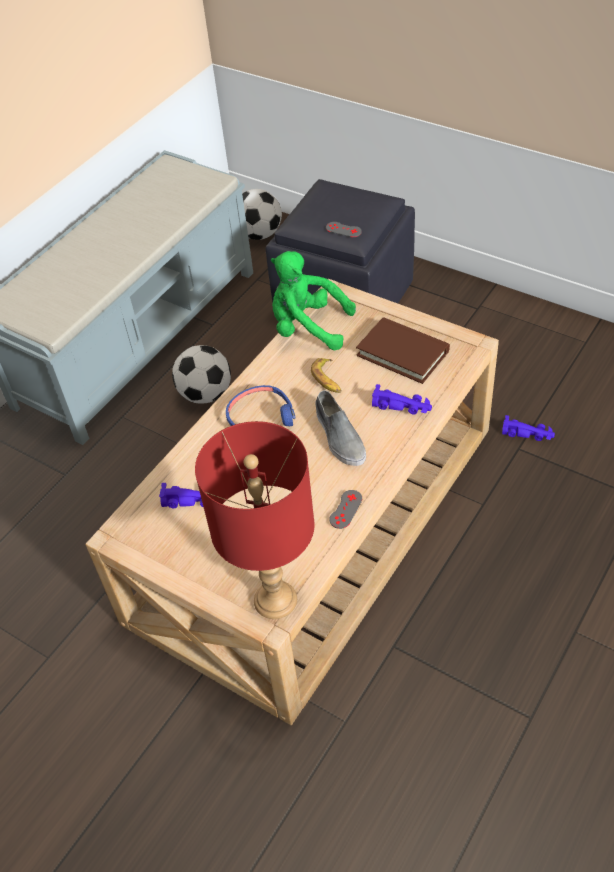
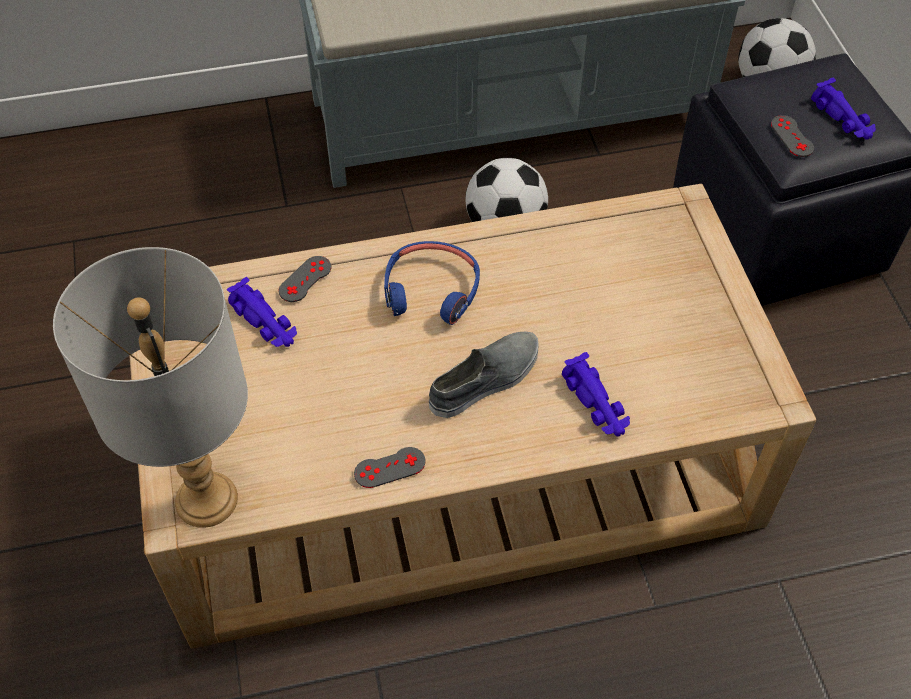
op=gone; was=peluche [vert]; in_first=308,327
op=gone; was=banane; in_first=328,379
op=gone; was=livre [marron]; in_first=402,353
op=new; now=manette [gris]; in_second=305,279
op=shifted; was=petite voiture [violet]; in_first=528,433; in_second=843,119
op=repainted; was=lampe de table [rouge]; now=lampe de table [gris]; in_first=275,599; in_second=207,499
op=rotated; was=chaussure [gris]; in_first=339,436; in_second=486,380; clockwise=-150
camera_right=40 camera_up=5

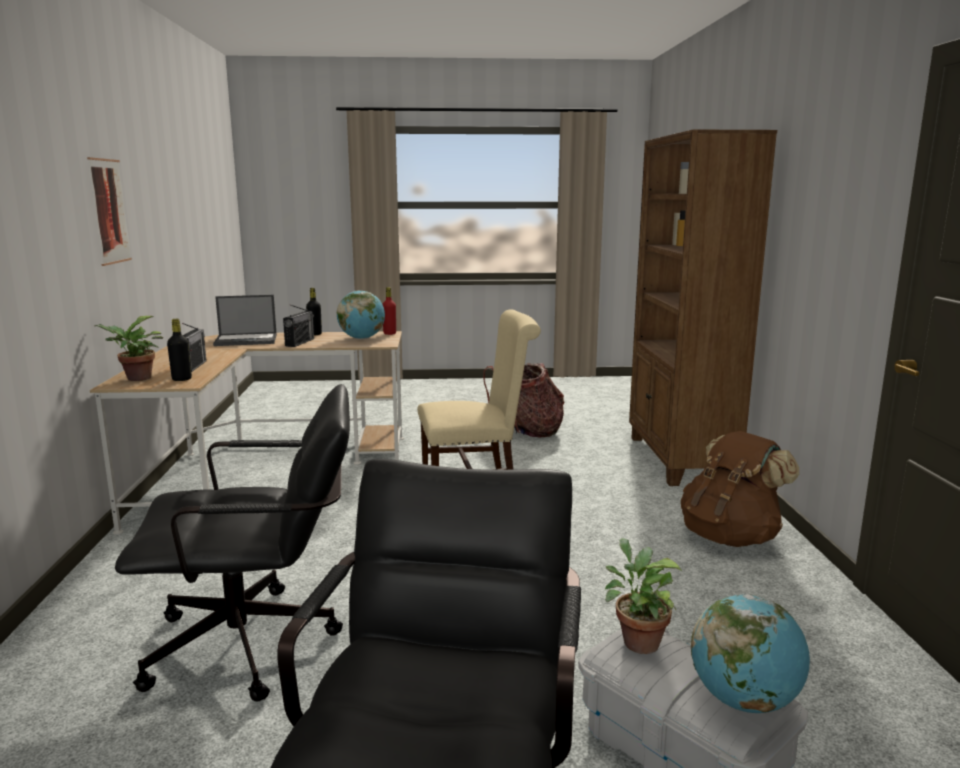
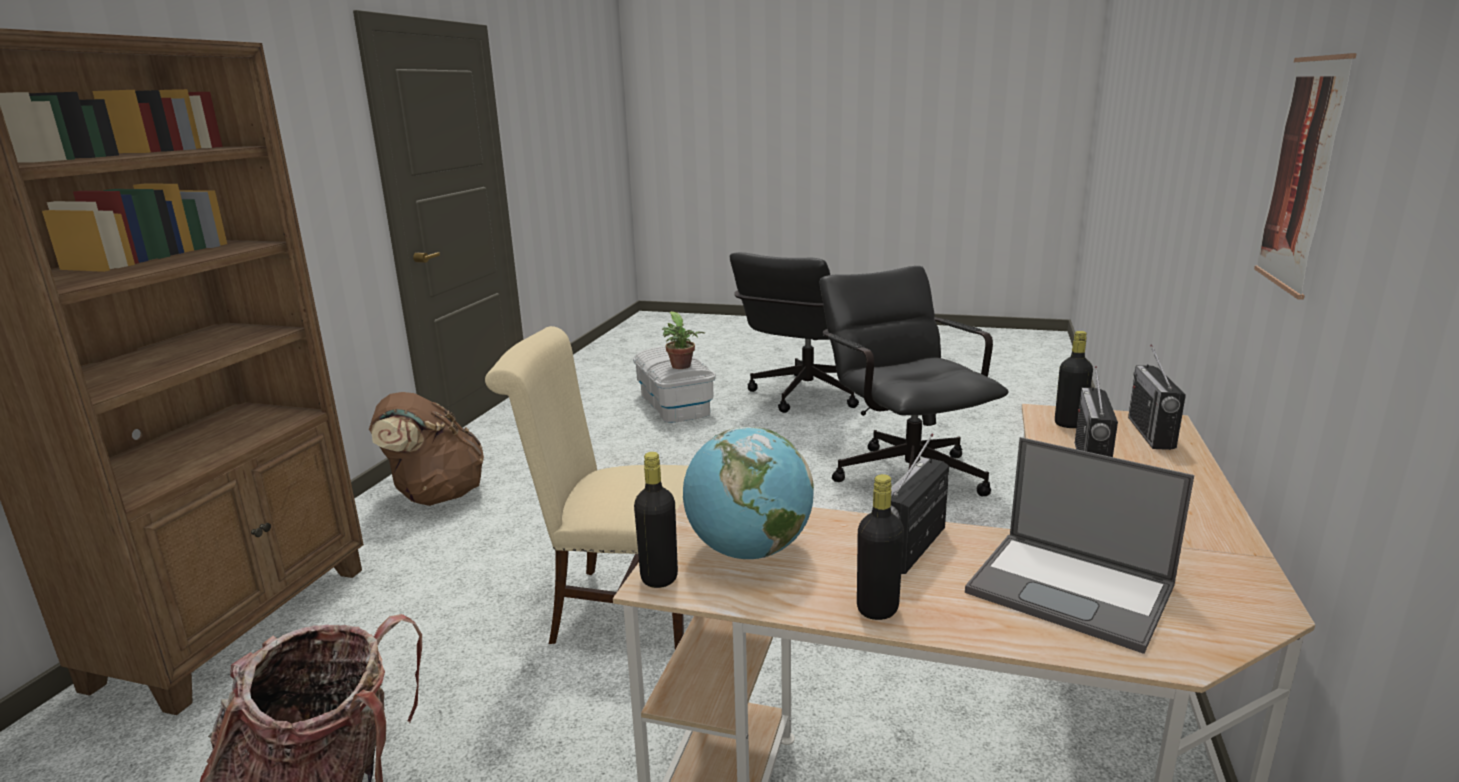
op=gone; was=globe; in_first=744,700
op=swapped; was=plante en pot; now=radio; in_first=136,379; in_second=1150,433
op=repainted; was=bouteille [rouge]; now=bouteille [noir]; in_first=389,333; in_second=659,578
op=rotated; was=chaise de bureau [noir]; in_first=259,643; in_second=903,472; clockwise=60
op=rotated; was=ordinateur portable; in_first=247,340; in_second=1072,589; clockwise=-150
camera_right=-160 camera_up=5

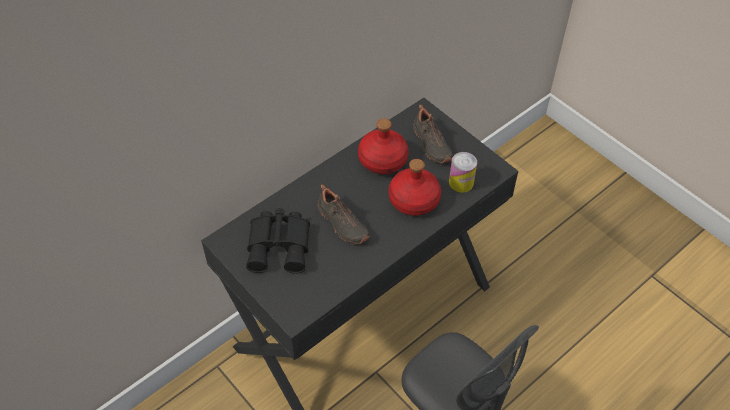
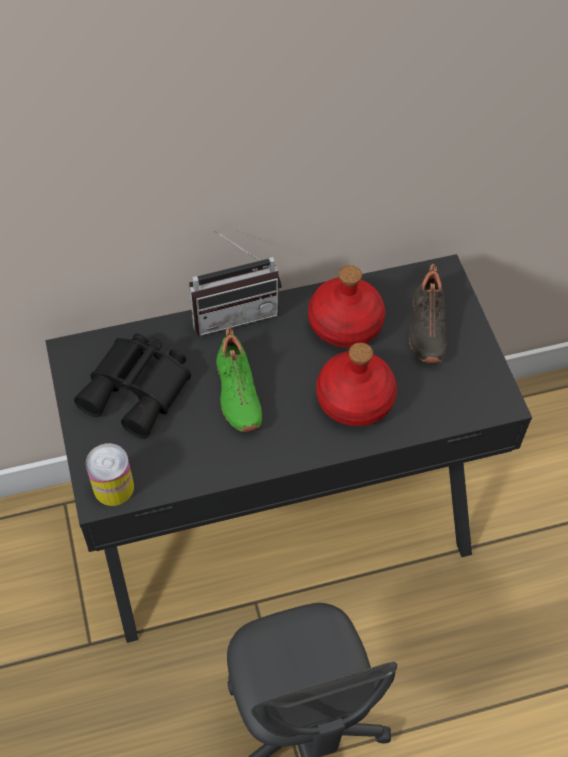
op=new; now=radio; in_second=234,311
op=shifted; was=boîte métallique; in_first=461,183; in_second=113,487
op=repainted; was=chaussure [noir]; now=chaussure [vert]; in_first=341,224; in_second=236,393
camera_right=25 camera_up=5

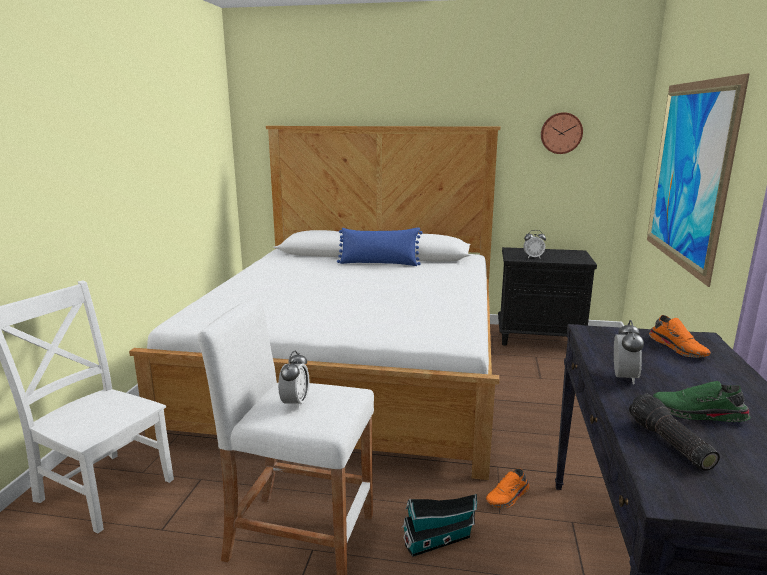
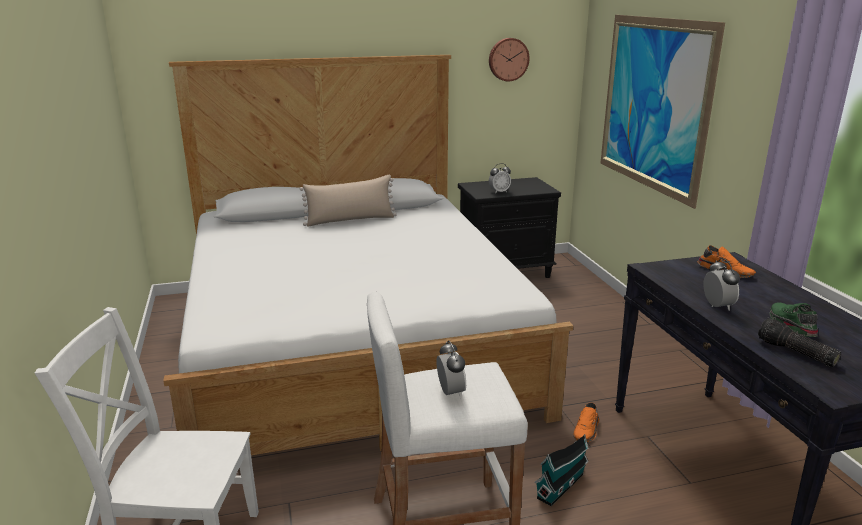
op=repainted; was=coussin [bleu]; now=coussin [beige]; in_first=379,263; in_second=350,220
op=rotated; was=chaussure [vert]; in_first=698,414; in_second=790,325; clockwise=90
camera_right=-25 camera_up=5

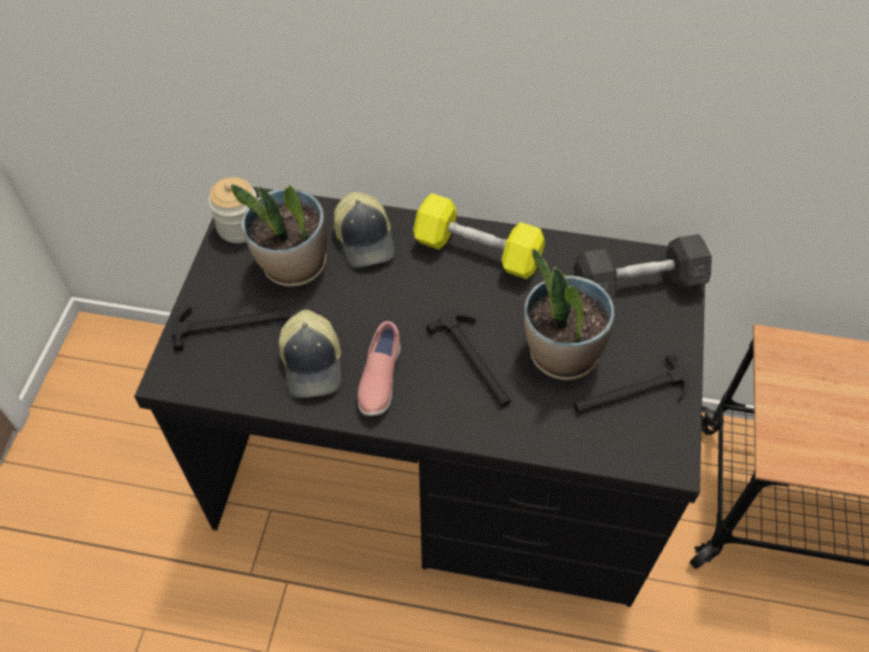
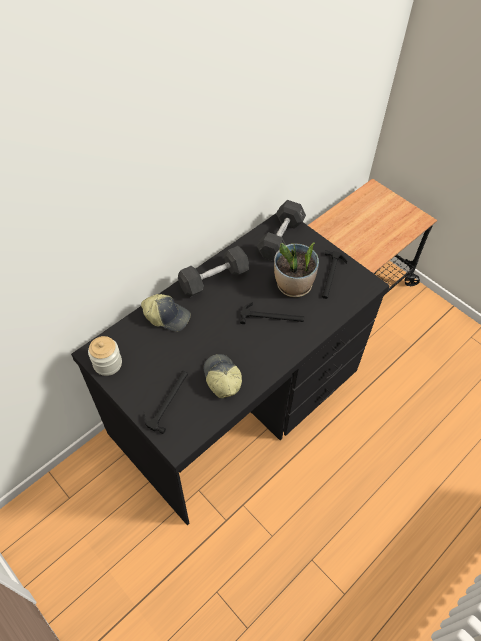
op=gone; was=plante en pot; in_first=293,265
op=gone; was=chaussure [rose]; in_first=379,380
op=repainted; was=haltère [jaune]; now=haltère [gris]; in_first=477,251; in_second=214,279
op=rotated; was=casquette; in_first=313,363; in_second=221,378; clockwise=-135
camera_right=-55 camera_up=0

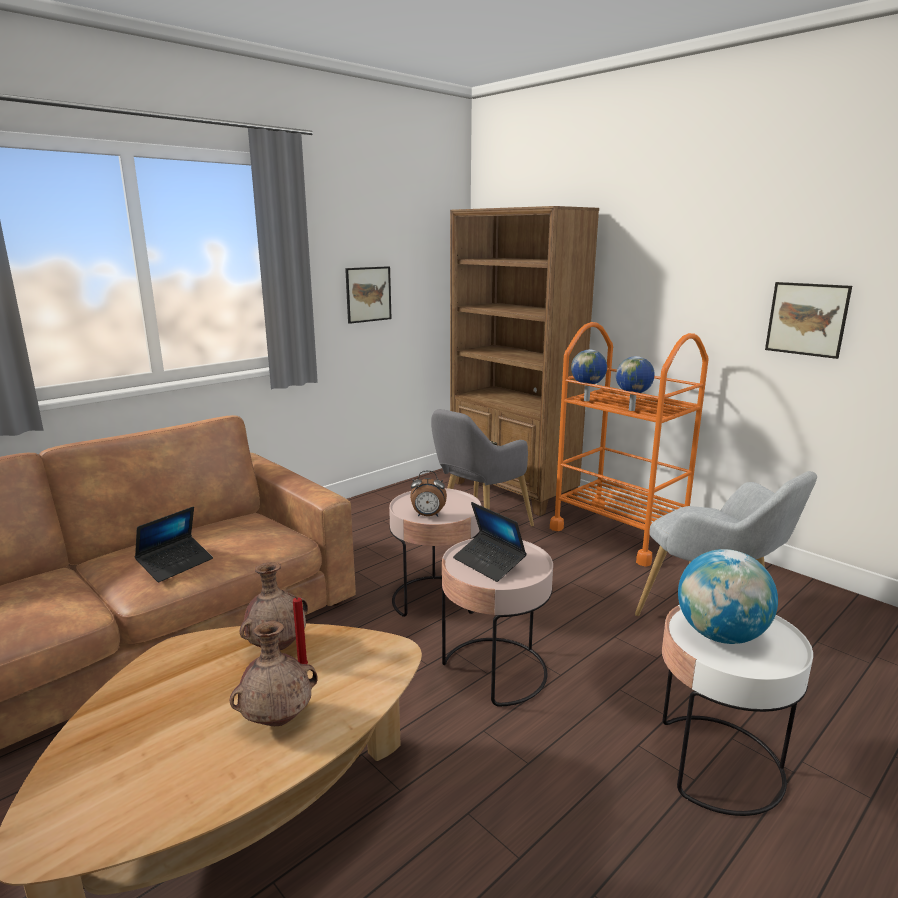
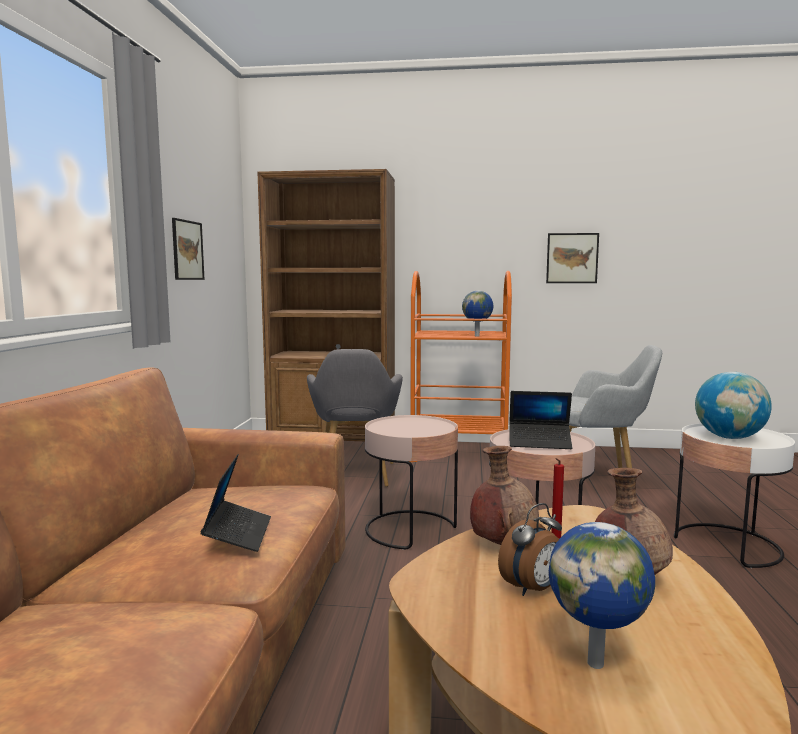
op=shifted; was=réveil; in_first=428,516; in_second=533,589
op=shifted; was=globe; in_first=587,400; in_second=597,663
camera_right=-40 camera_up=-10

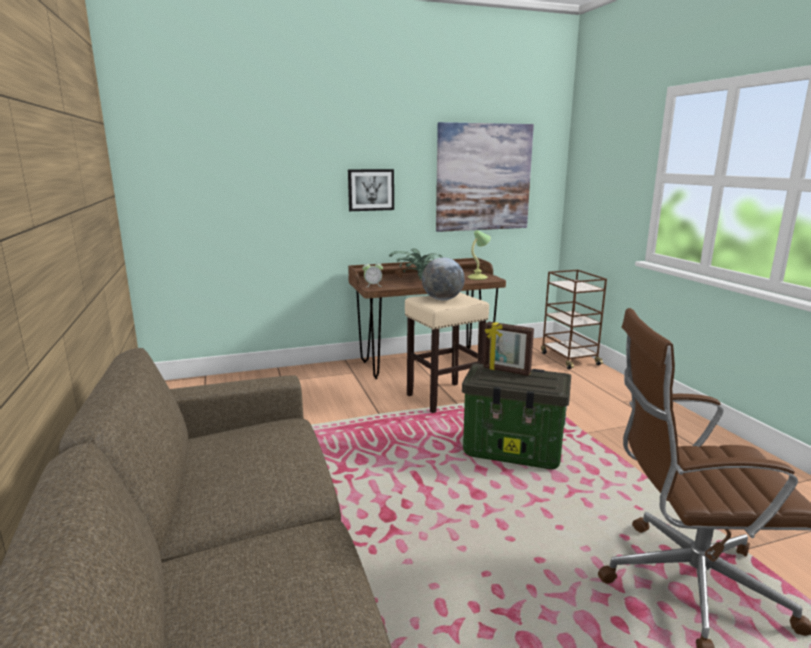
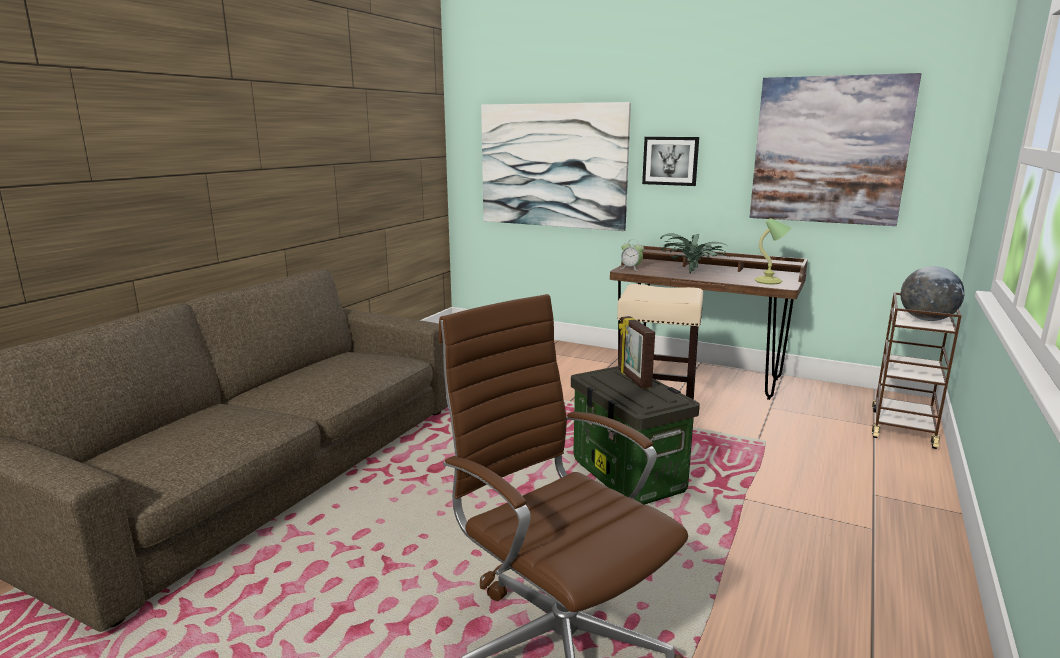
op=new; now=tableau; in_second=552,166
op=shifted; was=globe; in_first=442,299; in_second=926,319
camera_right=45 camera_up=0

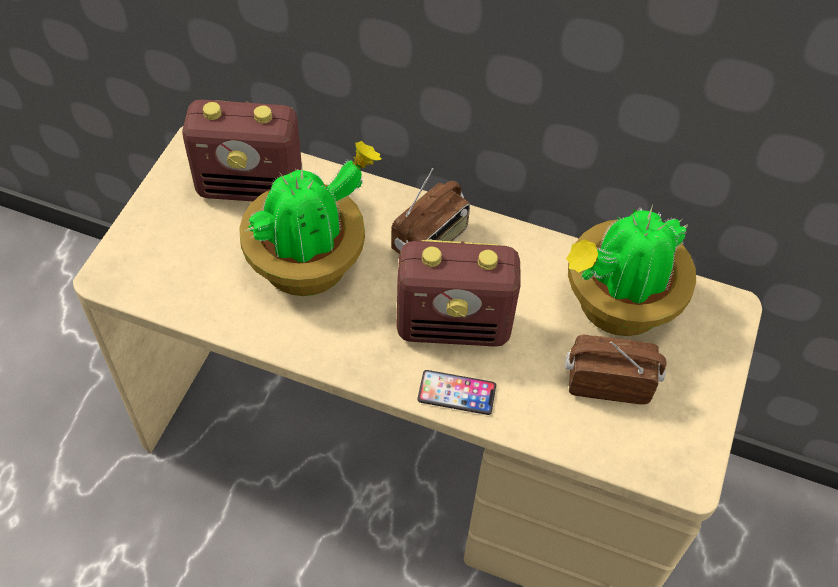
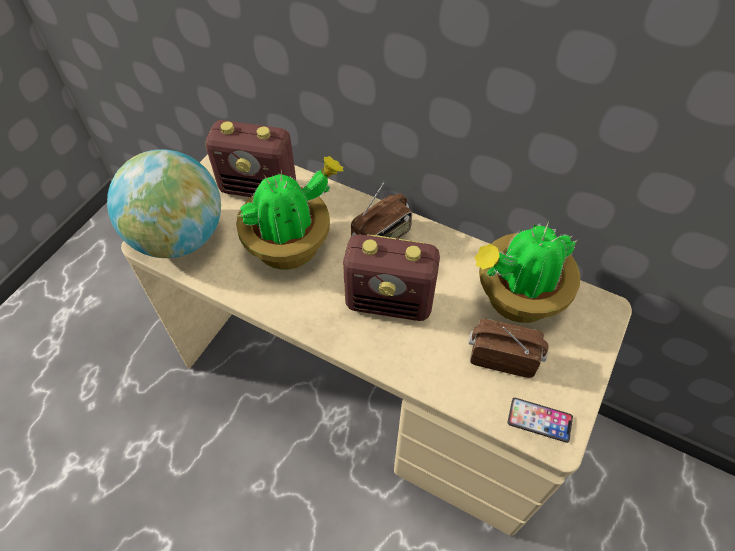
op=new; now=globe; in_second=179,237
op=shifted; was=téléphone; in_first=456,393; in_second=539,420
camera_right=10 camera_up=0

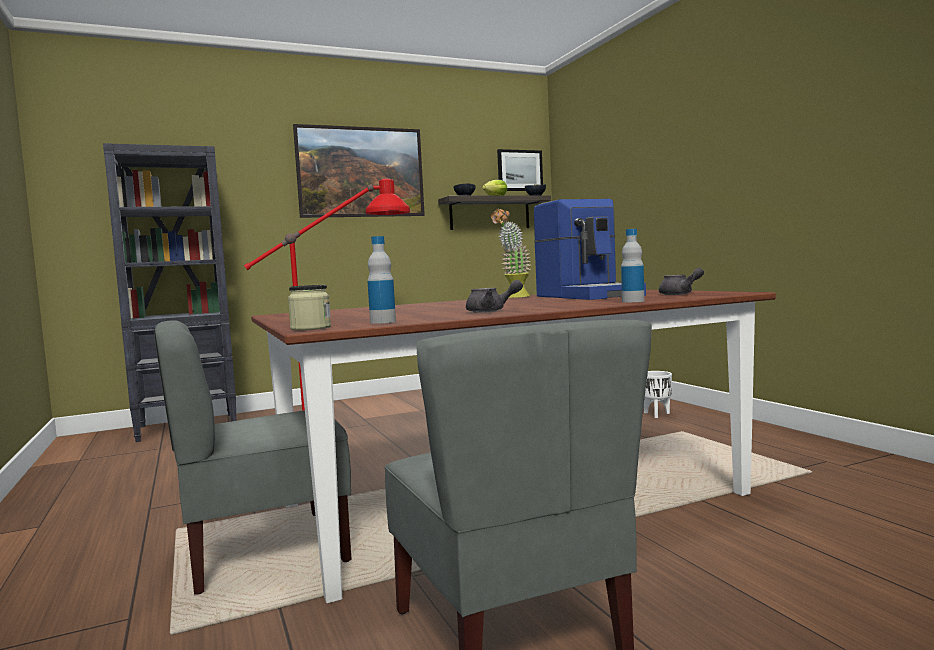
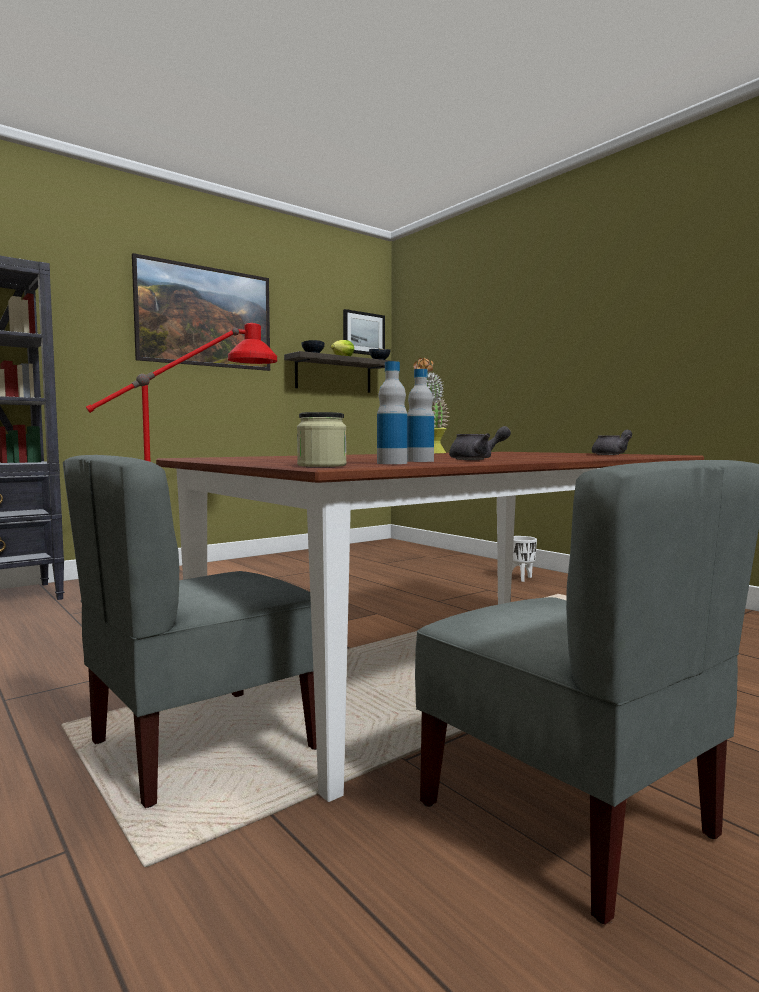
op=gone; was=machine à café; in_first=588,296
op=shifted; was=bouteille; in_first=633,301; in_second=420,461
camera_right=-15 camera_up=0

